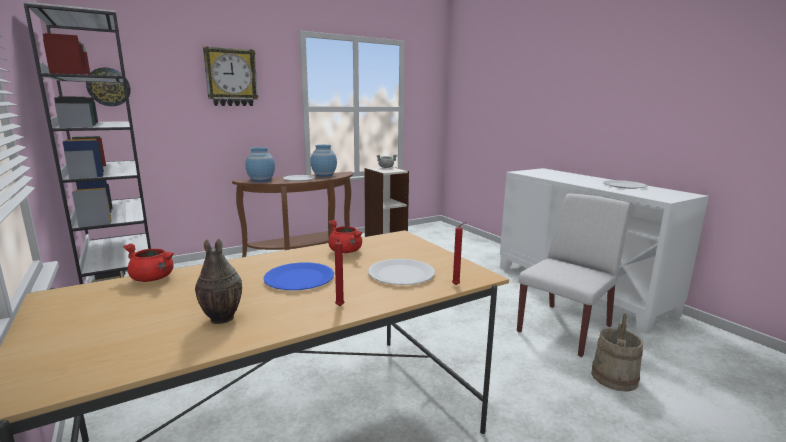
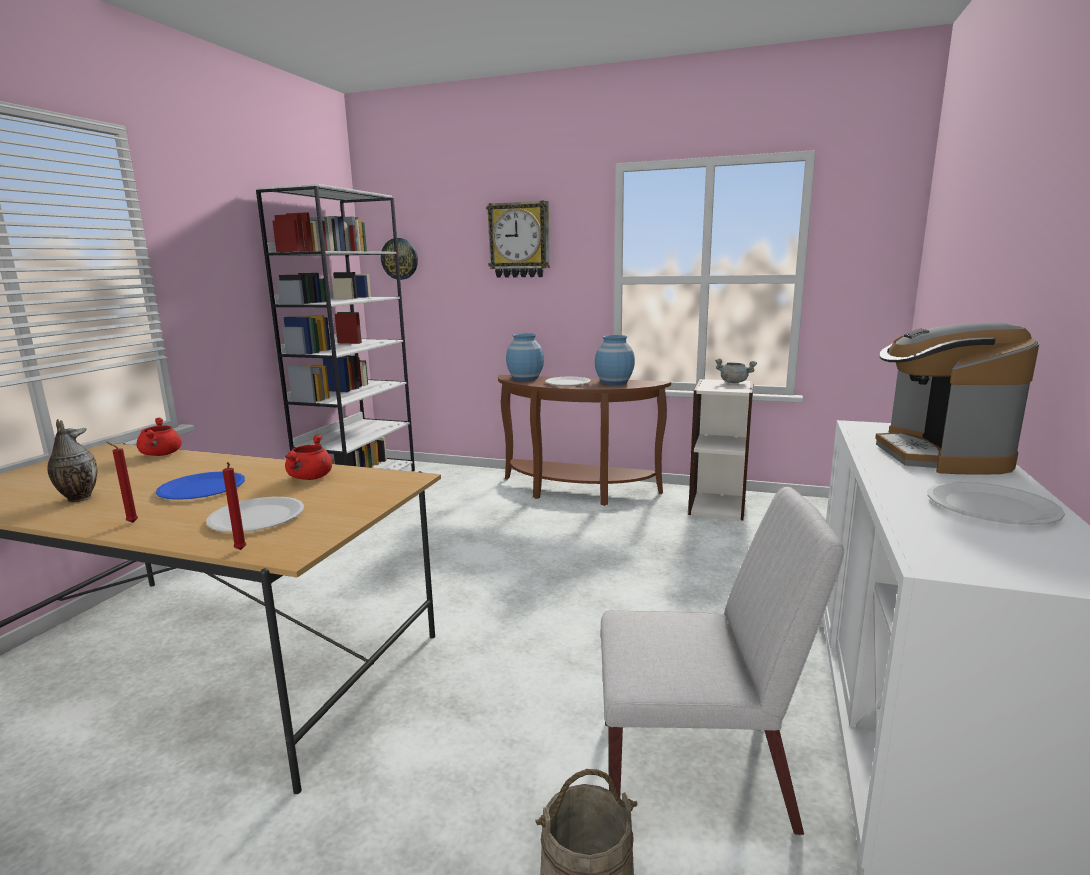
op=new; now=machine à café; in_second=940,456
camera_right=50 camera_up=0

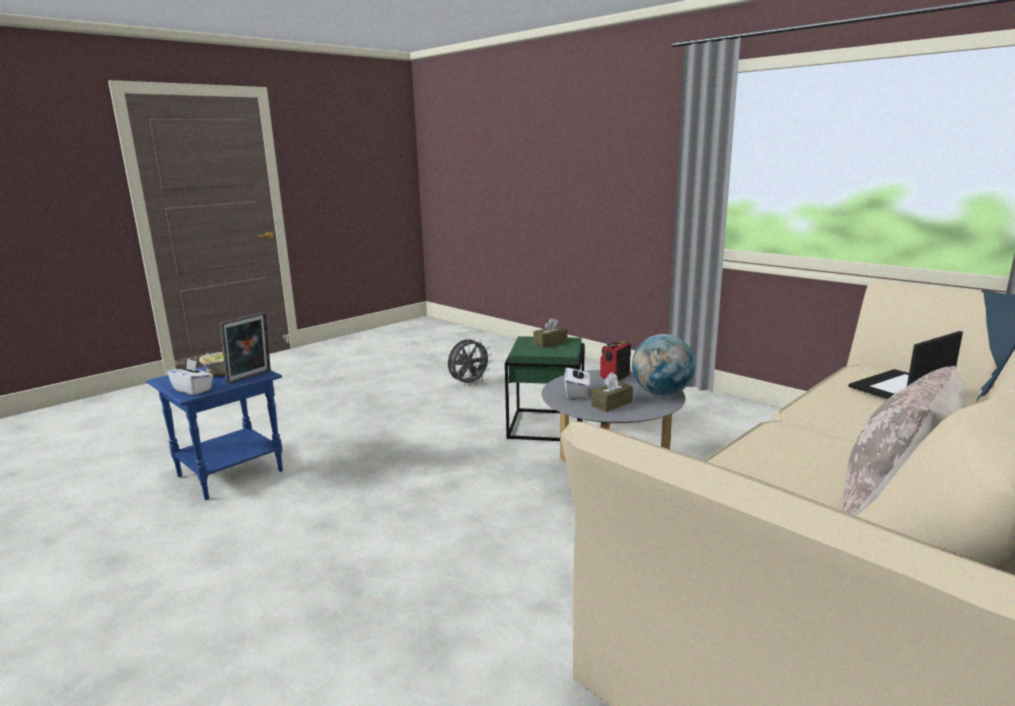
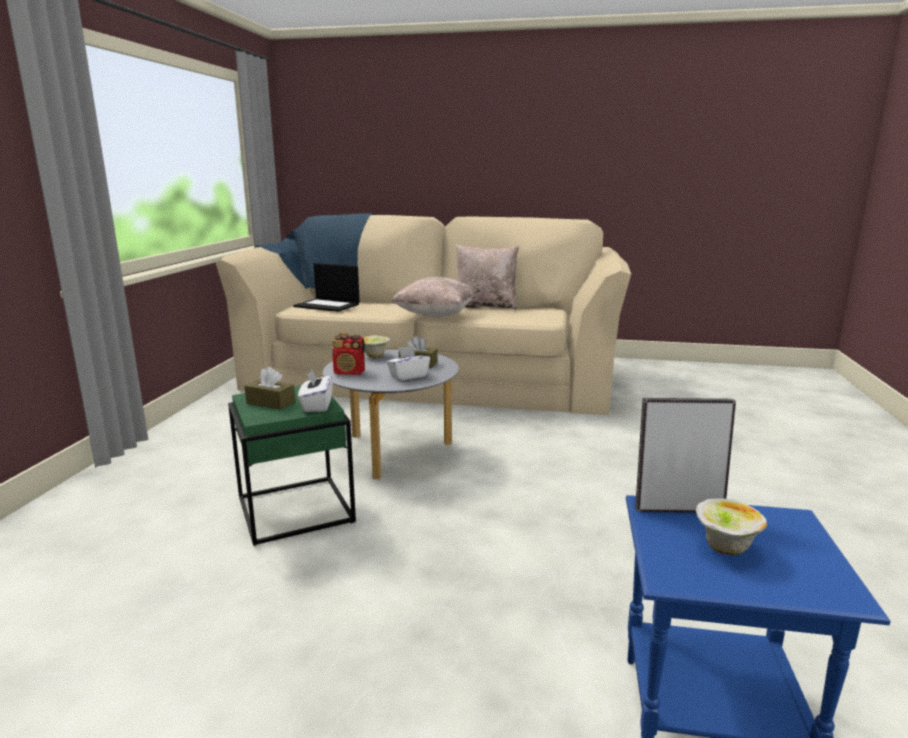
op=gone; was=ventilateur [gris]; in_first=469,383
op=new; now=coussin [beige]; in_second=436,315
op=shifted; was=boîte à mouchoirs [blanc]; in_first=193,390; in_second=317,405
op=swapped; was=globe; now=bol; in_first=661,393; in_second=375,356
camera_right=-125 camera_up=0

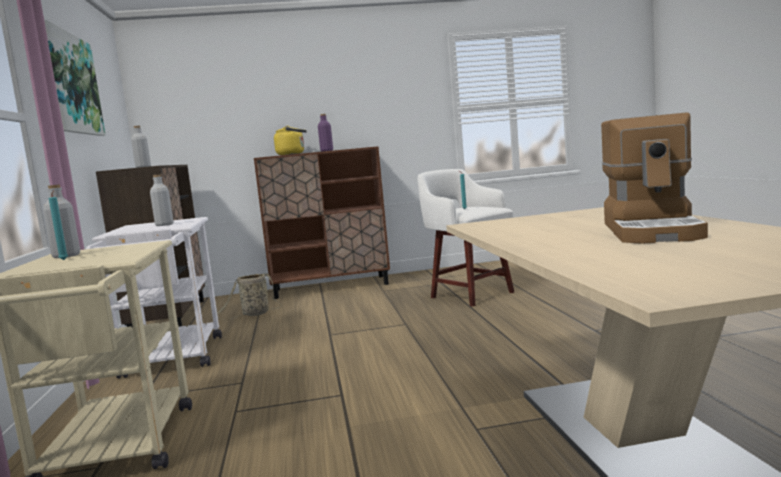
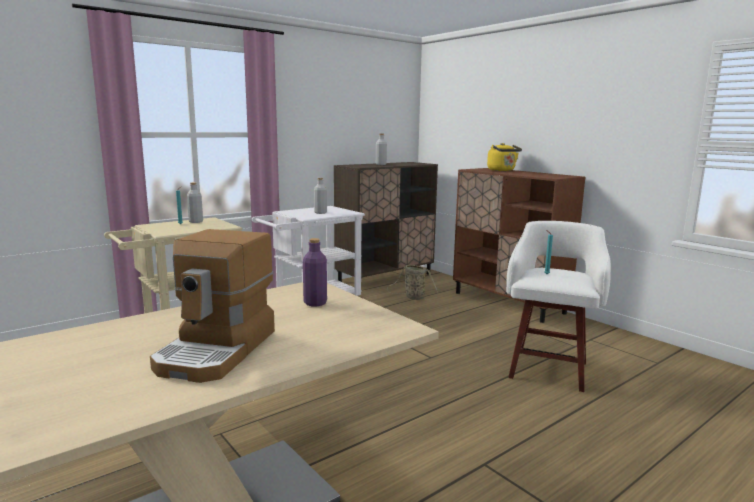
op=gone; was=tableau; in_first=71,84
op=shifted; was=bouteille [violet]; in_first=326,151; in_second=315,303
op=rotated; was=machine à café; in_first=653,231; in_second=218,350; clockwise=-60
camera_right=60 camera_up=5

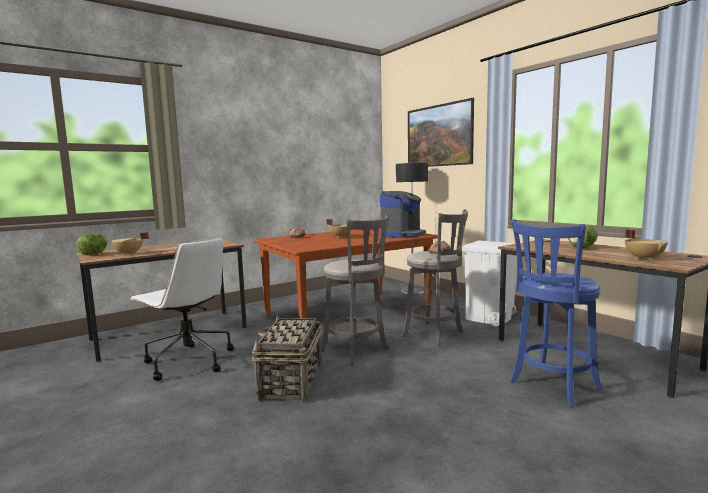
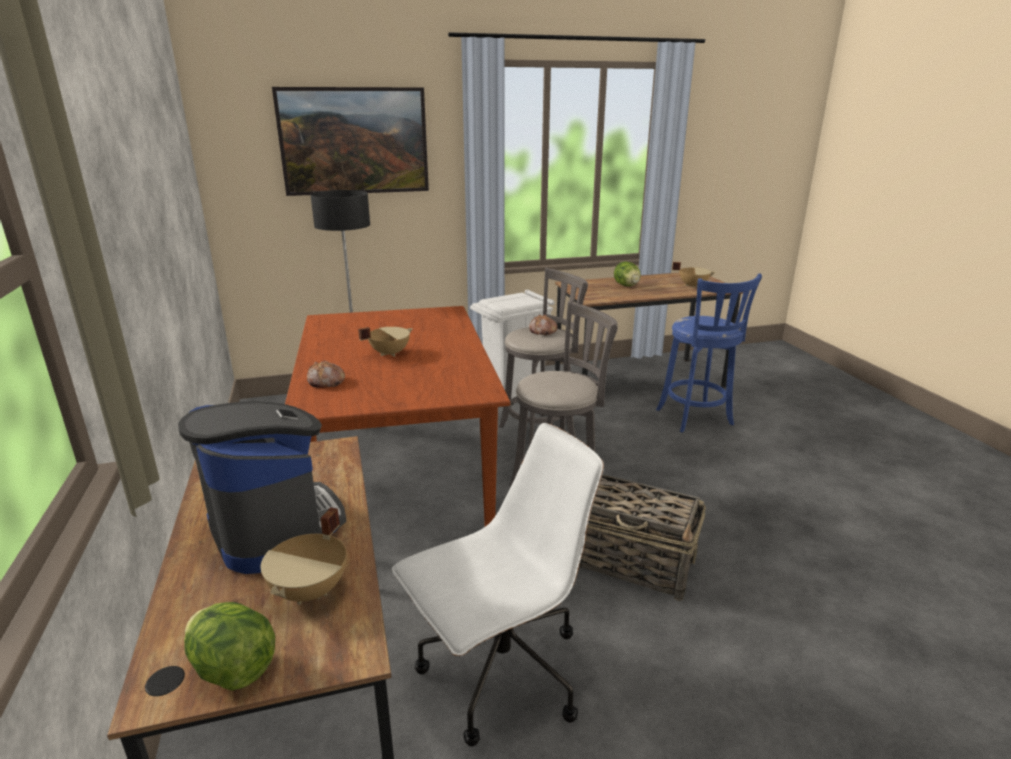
op=shifted; was=machine à café; in_first=402,234; in_second=275,528
camera_right=-70 camera_up=15

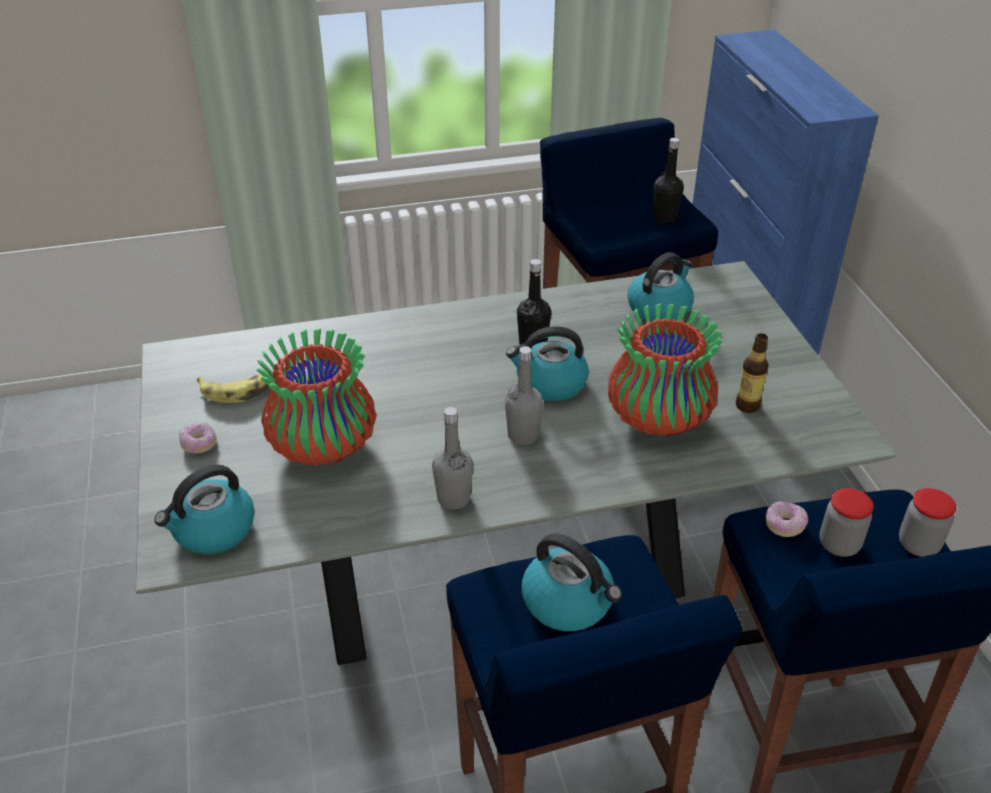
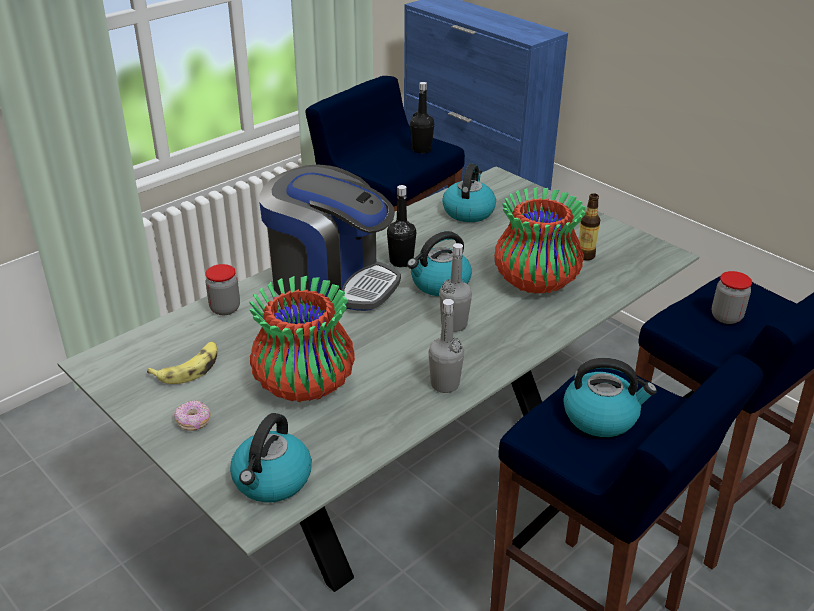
op=gone; was=beignet; in_first=784,525
op=new; now=machine à café; in_second=331,283
op=shifted; was=bocal; in_first=918,544; in_second=225,308
camera_right=-30 camera_up=-5

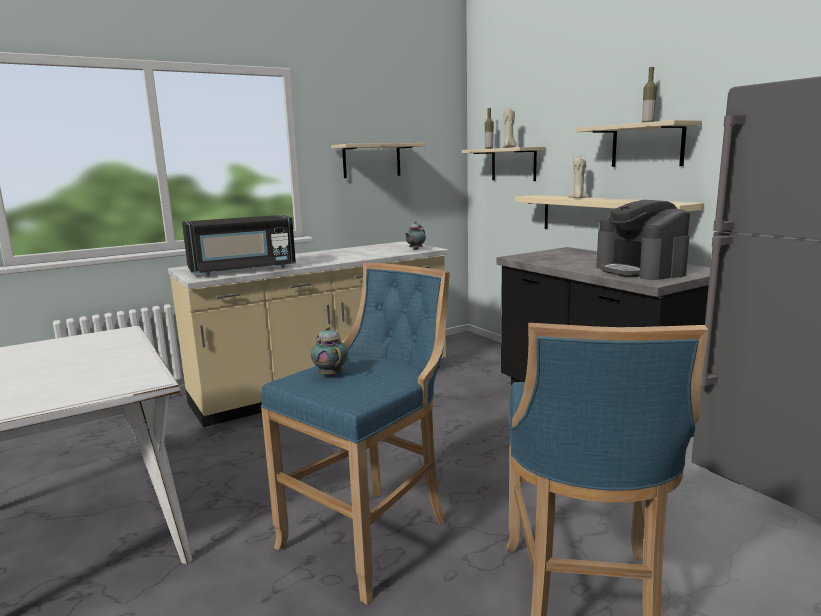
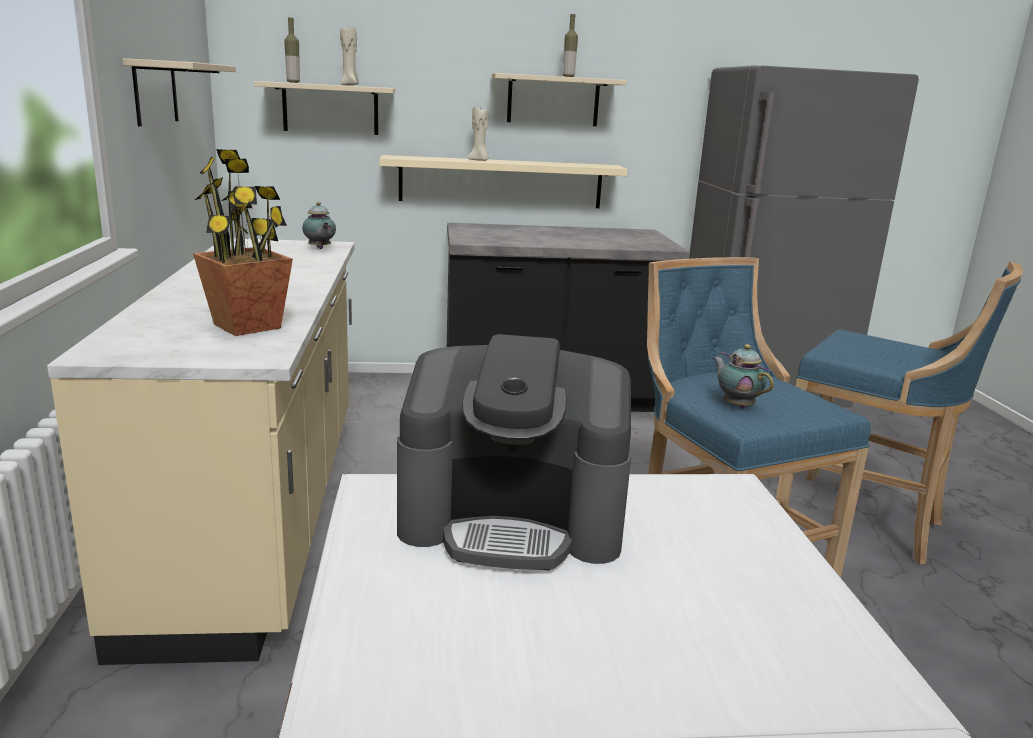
op=shifted; was=machine à café; in_first=640,271; in_second=513,519
op=swapped; was=micro-ondes [noir]; now=plante en pot; in_first=242,270; in_second=248,326
op=rotated; was=théière; in_first=330,374; in_second=736,405; clockwise=60
camera_right=-65 camera_up=5

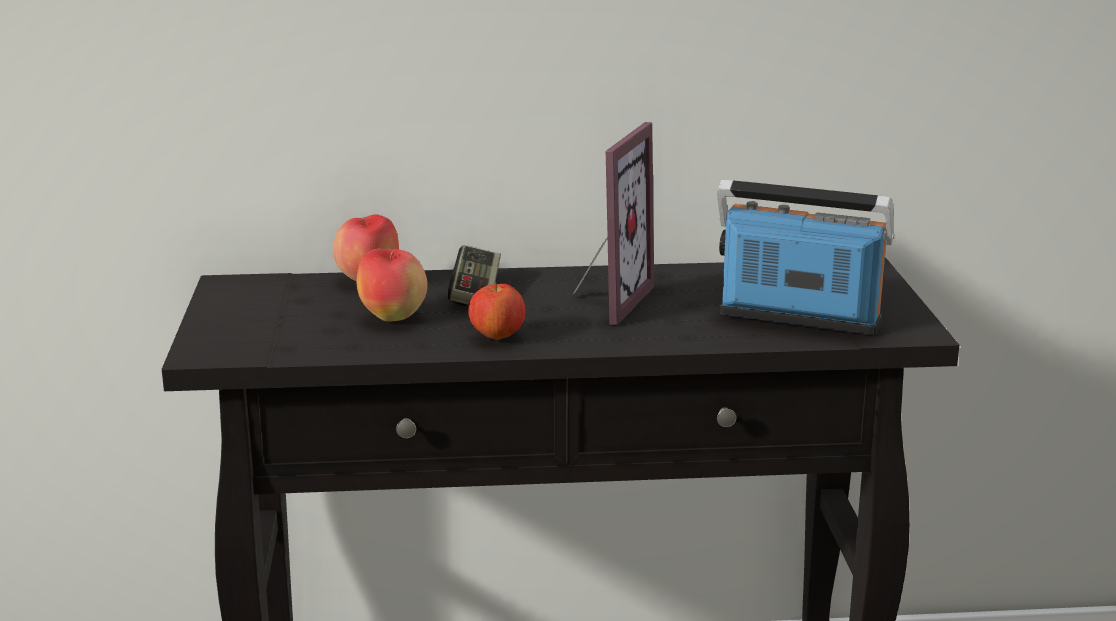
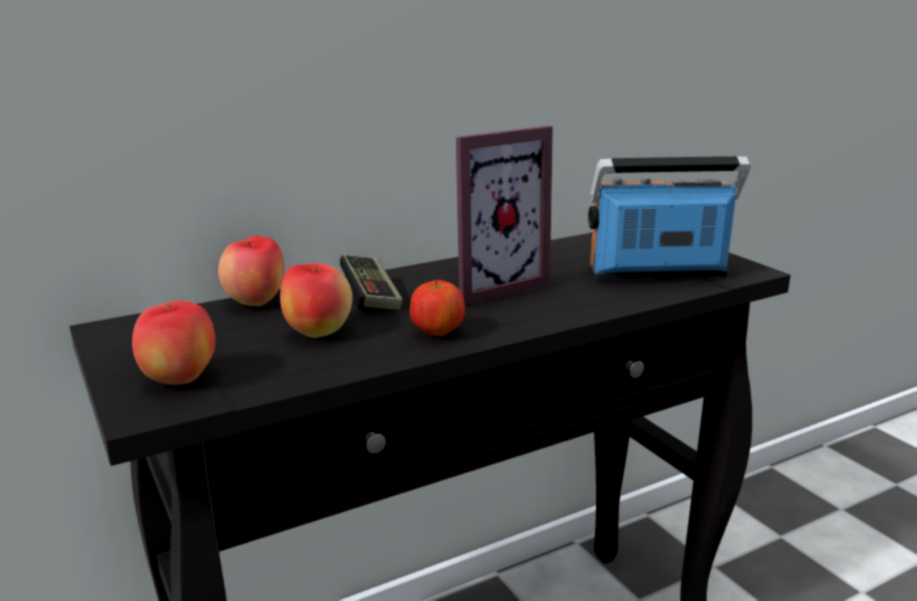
op=new; now=pomme; in_second=179,380
op=rotated; was=cadre photo; in_first=604,301; in_second=489,285; clockwise=60
camera_right=-25 camera_up=0

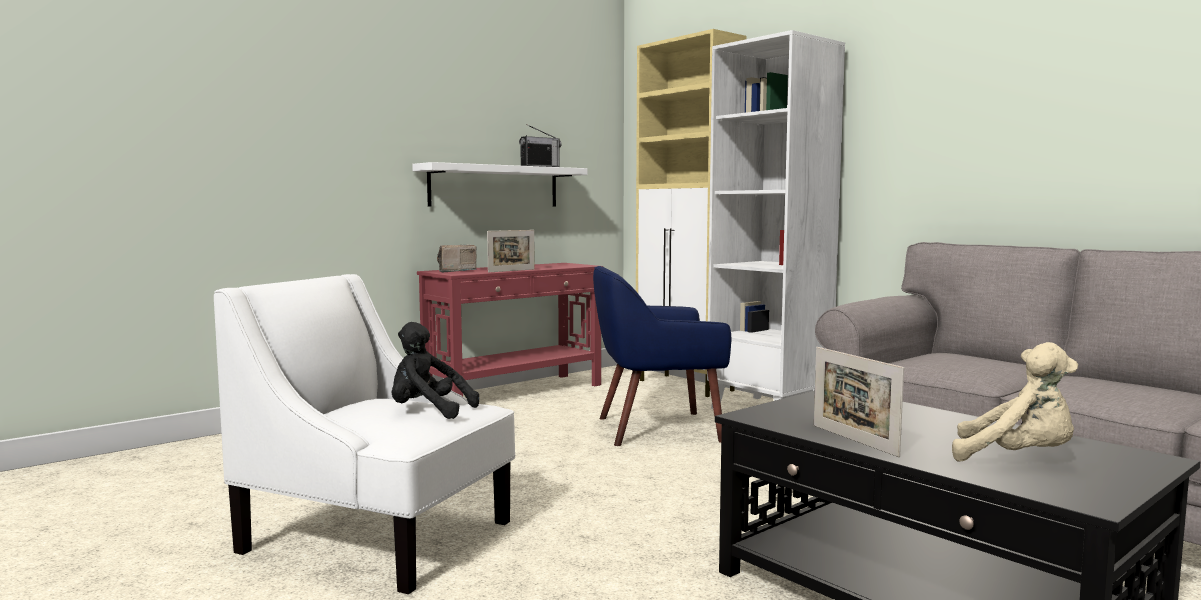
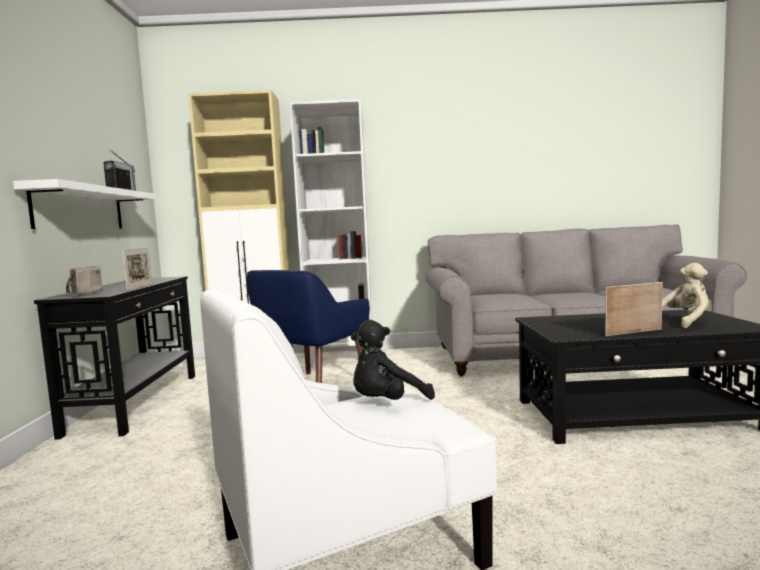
op=repainted; was=table console [rouge]; now=table console [noir]; in_first=516,392; in_second=137,402
op=rotated; was=cadre photo; in_first=854,440; in_second=633,332; clockwise=150
camera_right=-50 camera_up=0

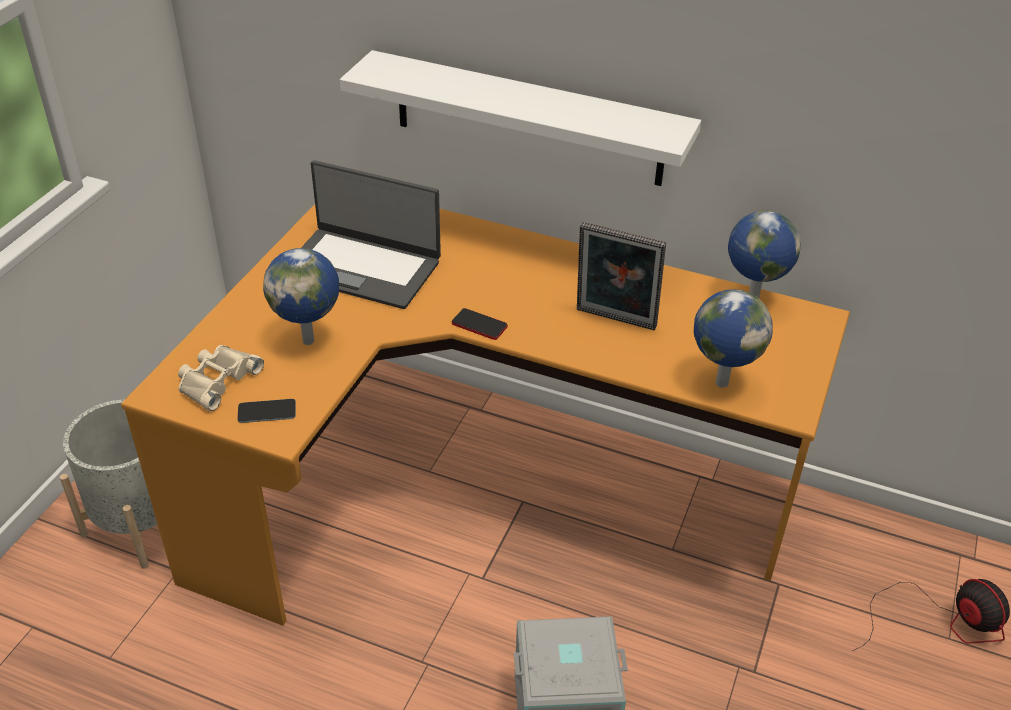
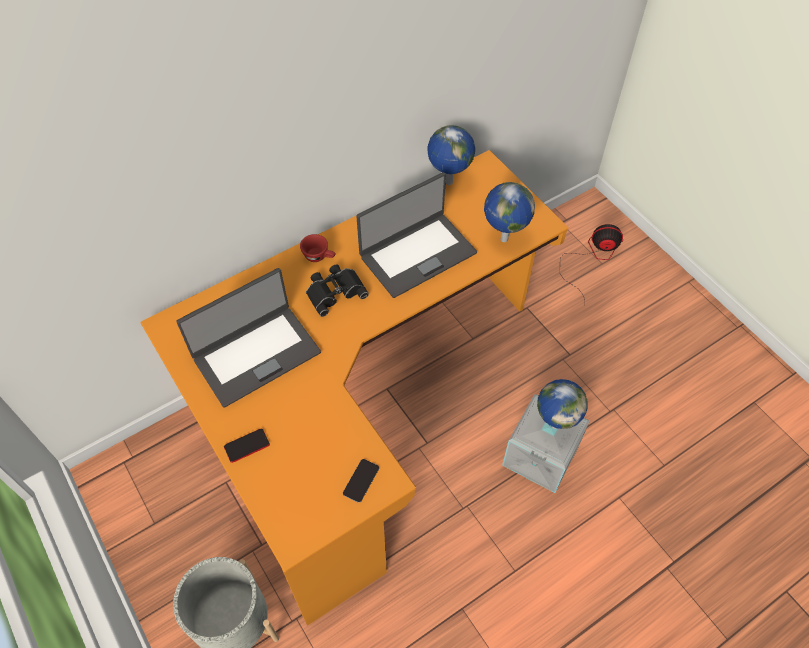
op=gone; was=jumelles [beige]; in_first=217,380
op=gone; was=étagère [blanc]; in_first=528,119
op=new; now=tasse [rouge]; in_second=319,256
op=new; now=jumelles [noir]; in_second=335,291
op=shifted; was=globe; in_first=310,340; in_second=554,424
op=shifted; was=téléphone; in_first=479,325; in_second=247,446
op=swapped; was=cadre photo; now=ordinateur portable; in_first=614,321; in_second=417,254
camera_right=-55 camera_up=15

